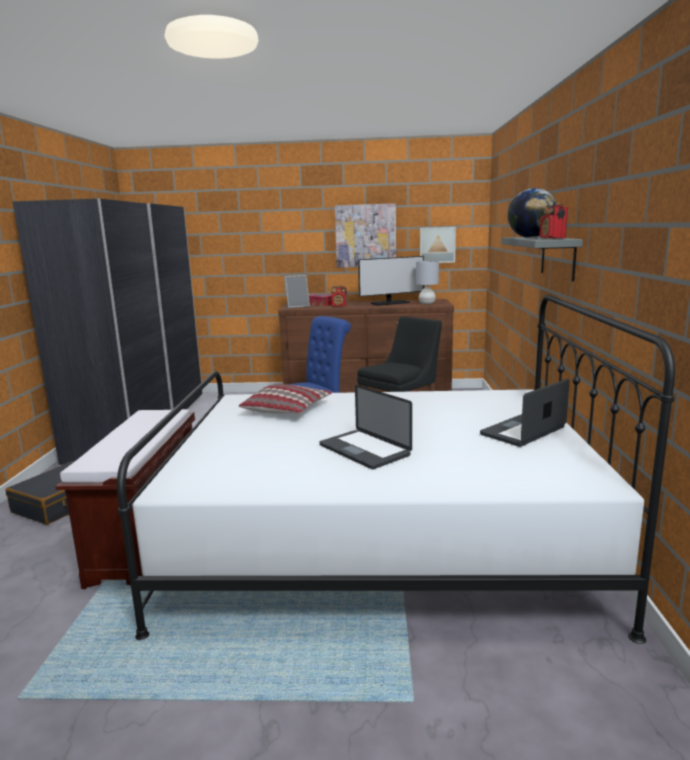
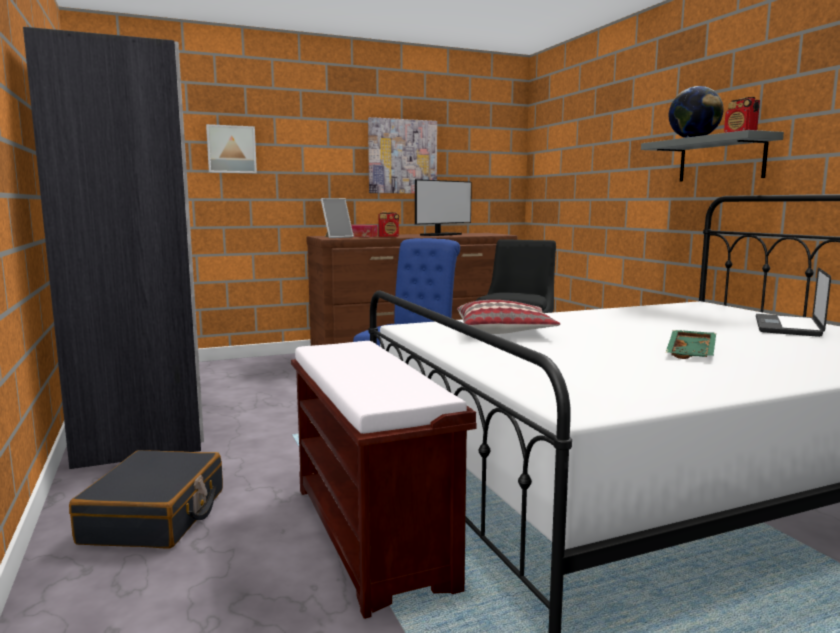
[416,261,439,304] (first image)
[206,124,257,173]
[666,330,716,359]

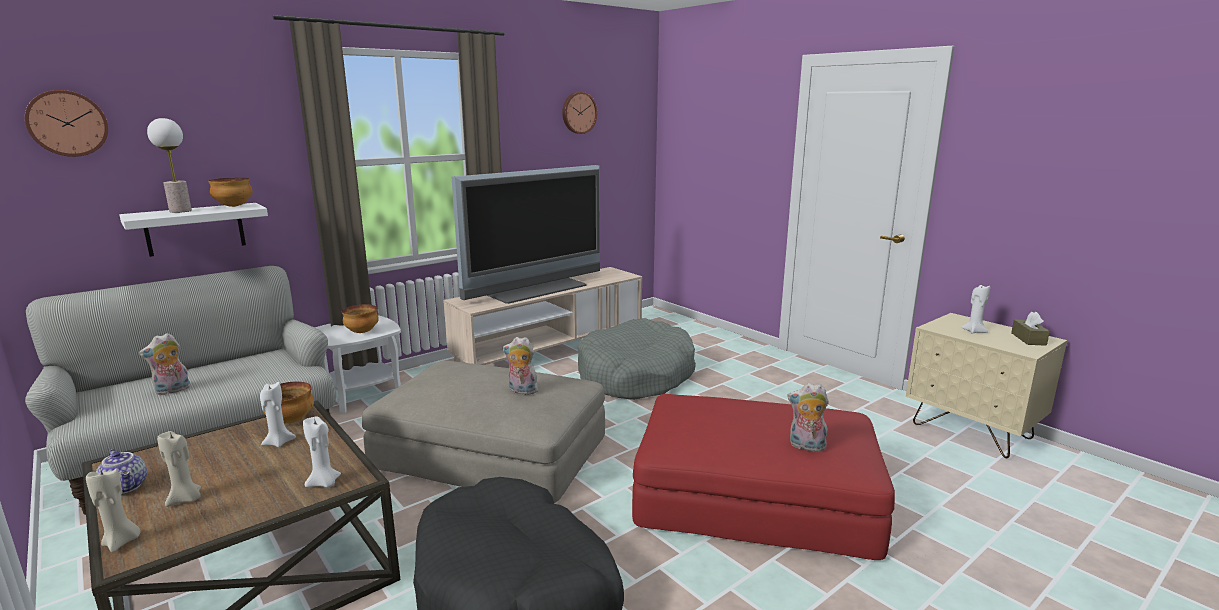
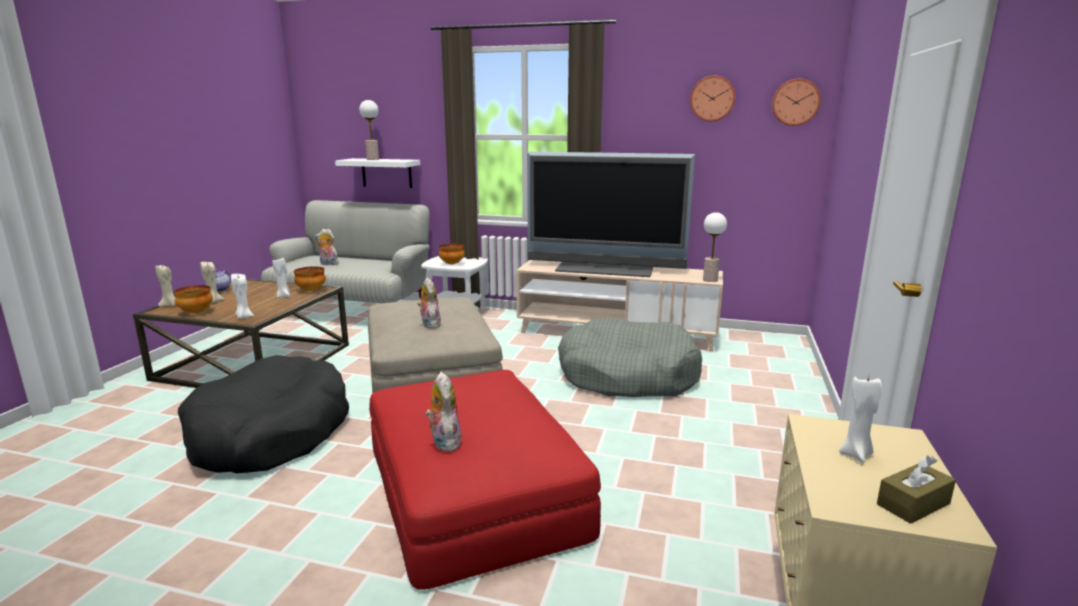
[703,212,727,282]
[772,79,821,126]
[173,285,213,313]

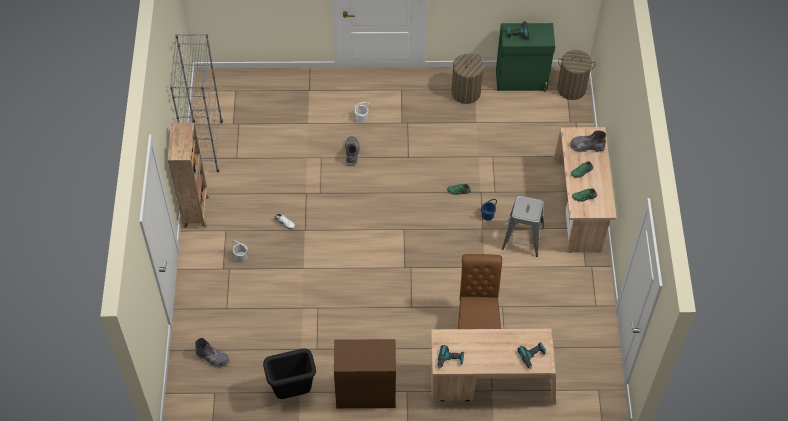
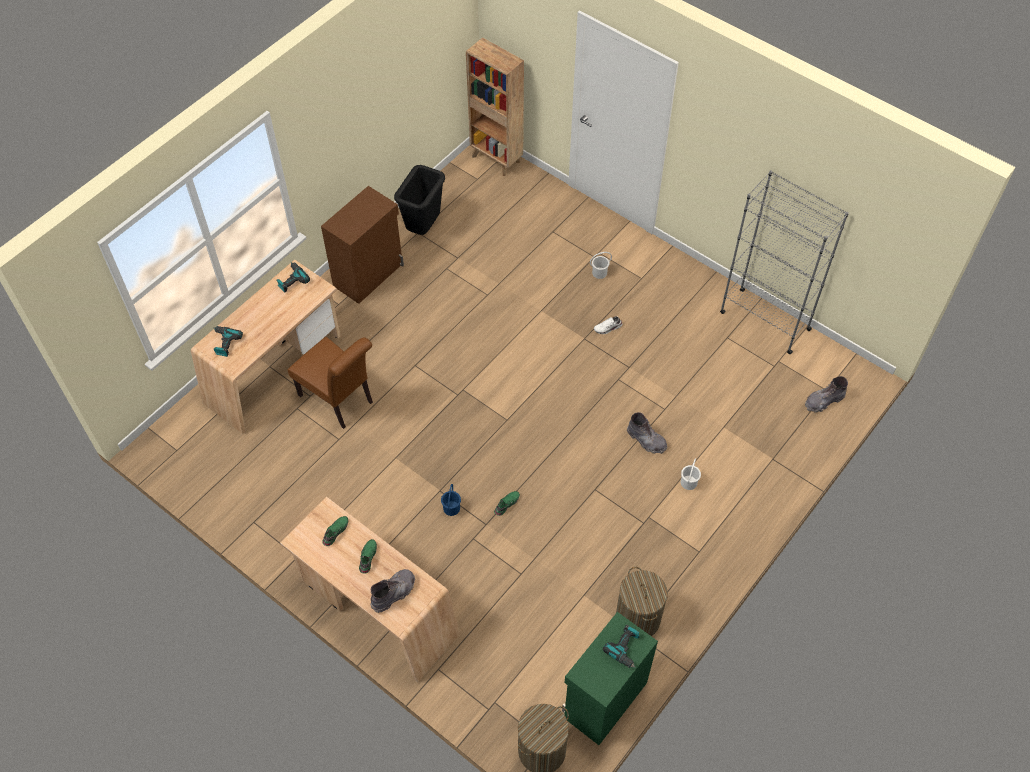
[502,196,544,257] (first image)
[466,37,524,176]
[805,376,848,413]

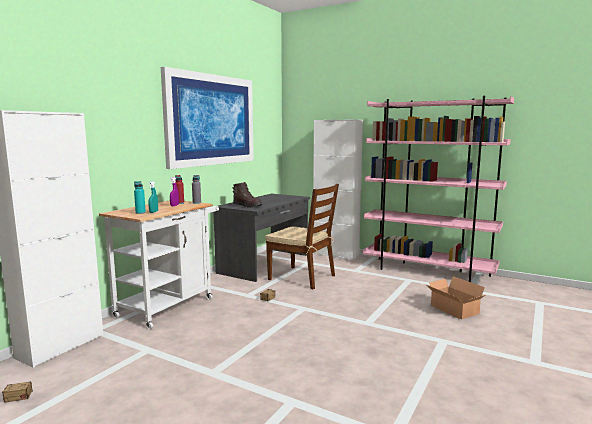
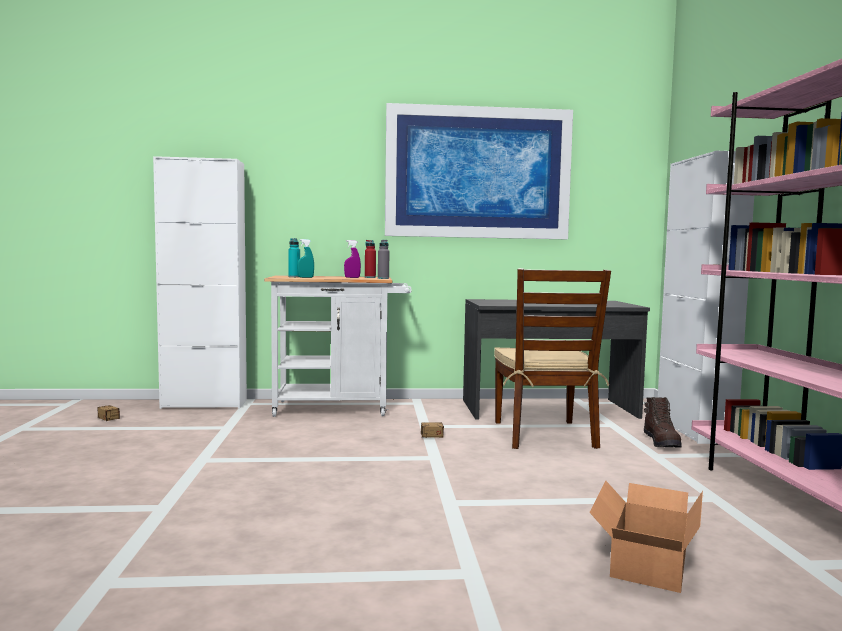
[644,397,682,447]

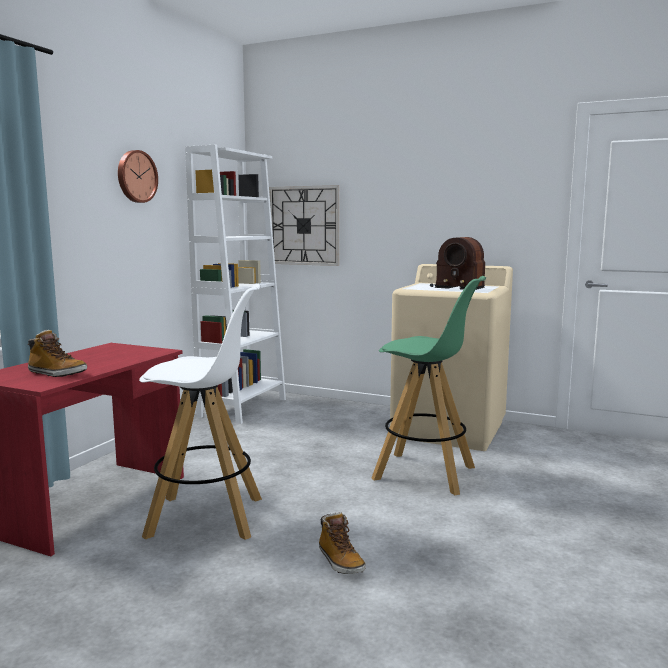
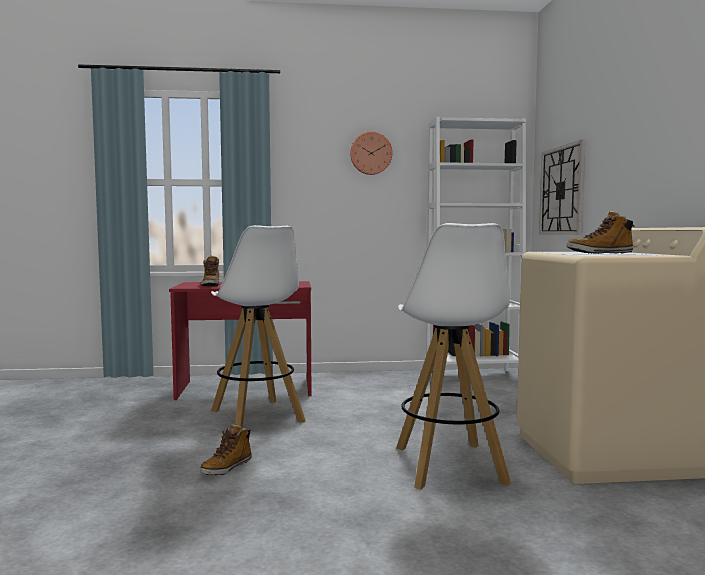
[566,211,635,254]
[396,223,511,490]

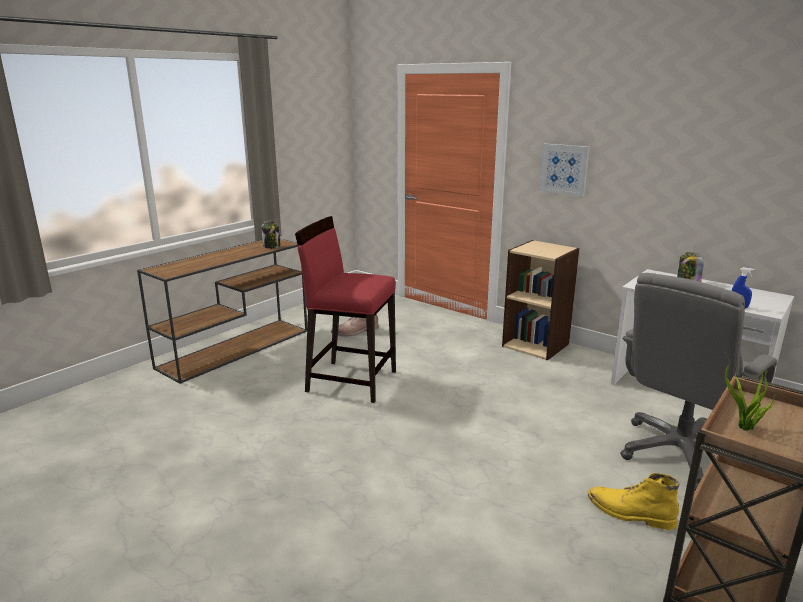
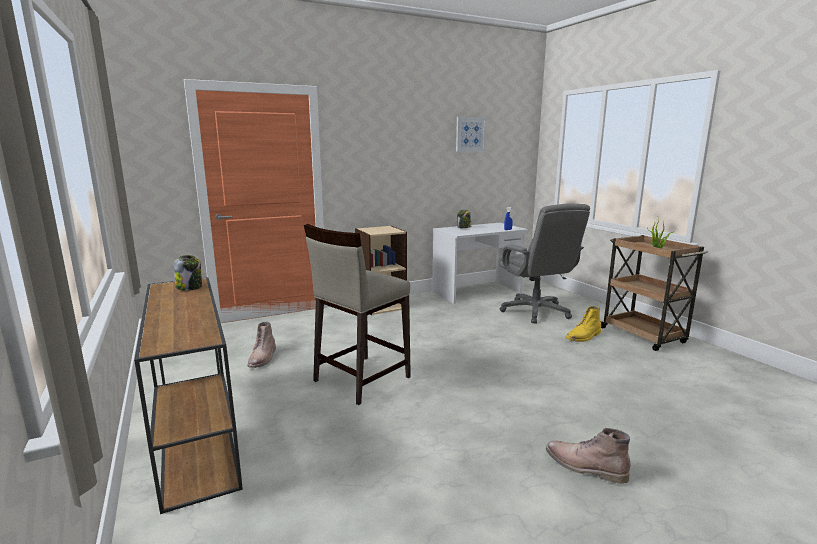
[546,428,630,484]
[456,117,486,152]
[304,224,411,405]

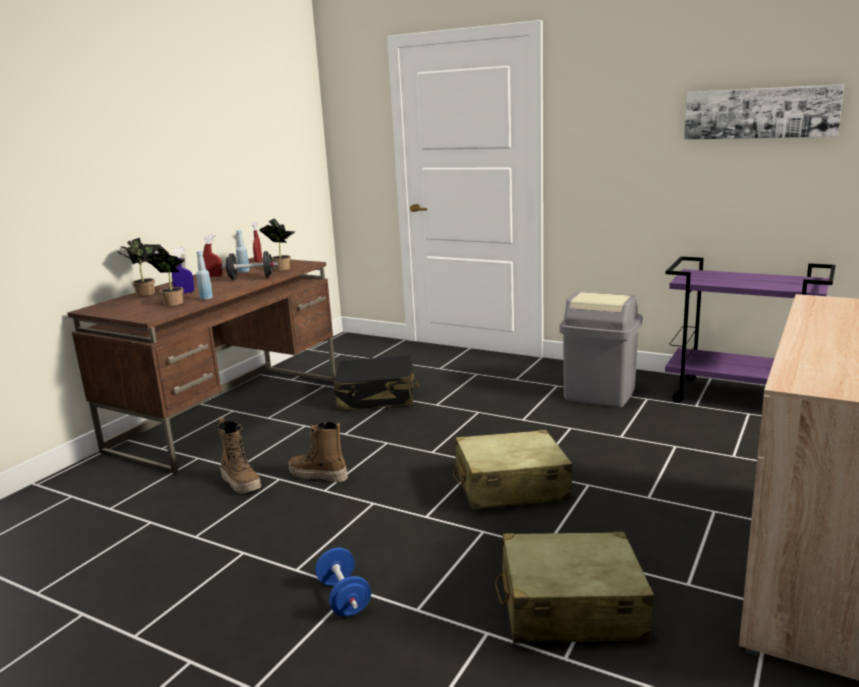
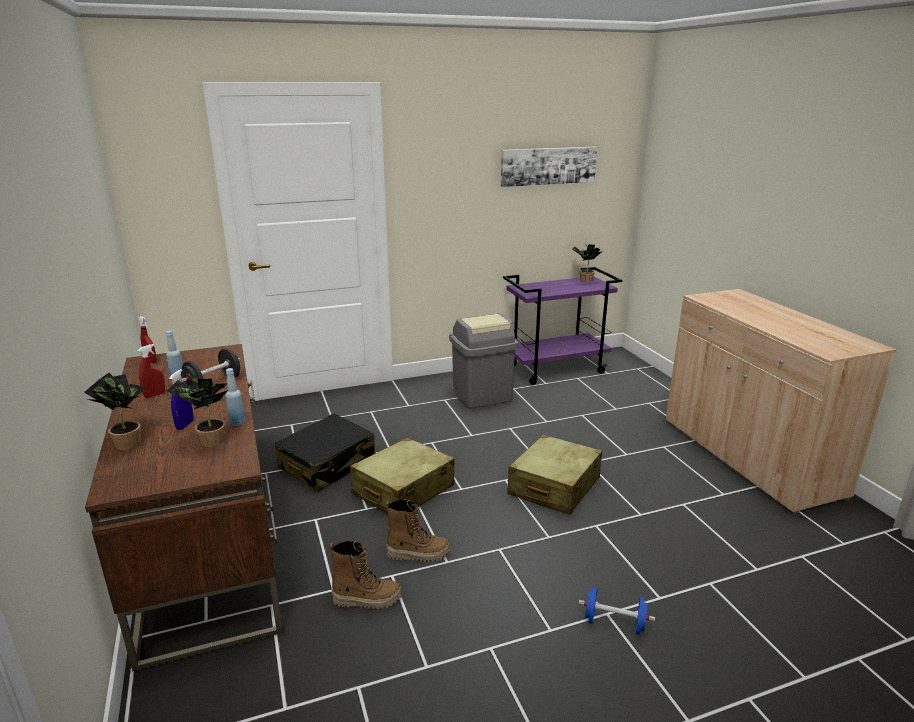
[572,244,601,282]
[350,437,455,514]
[386,499,450,562]

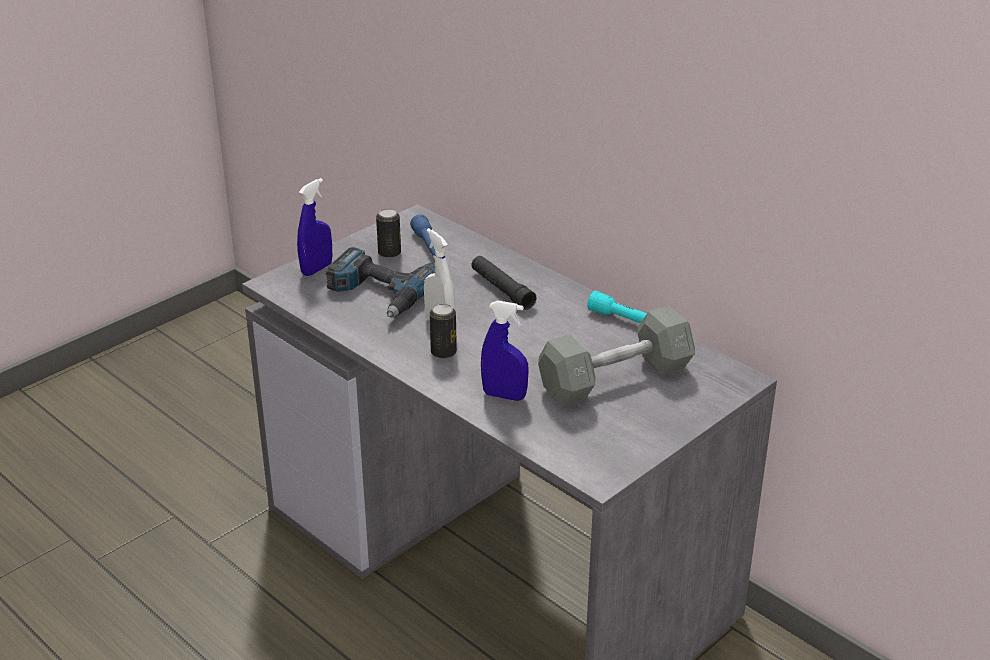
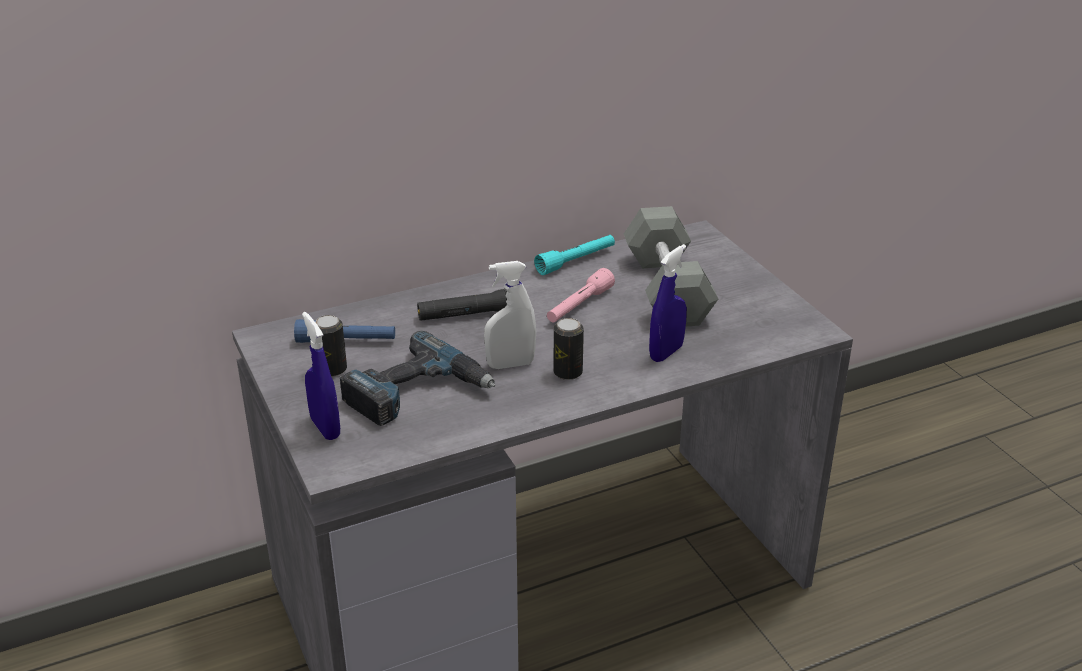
[547,268,615,322]

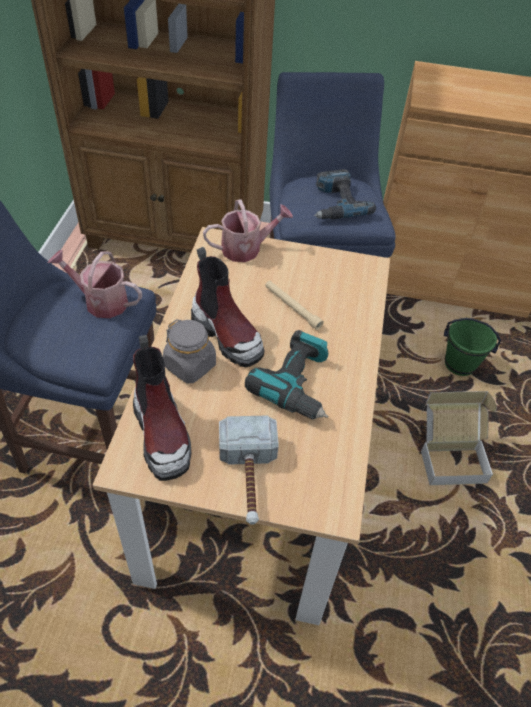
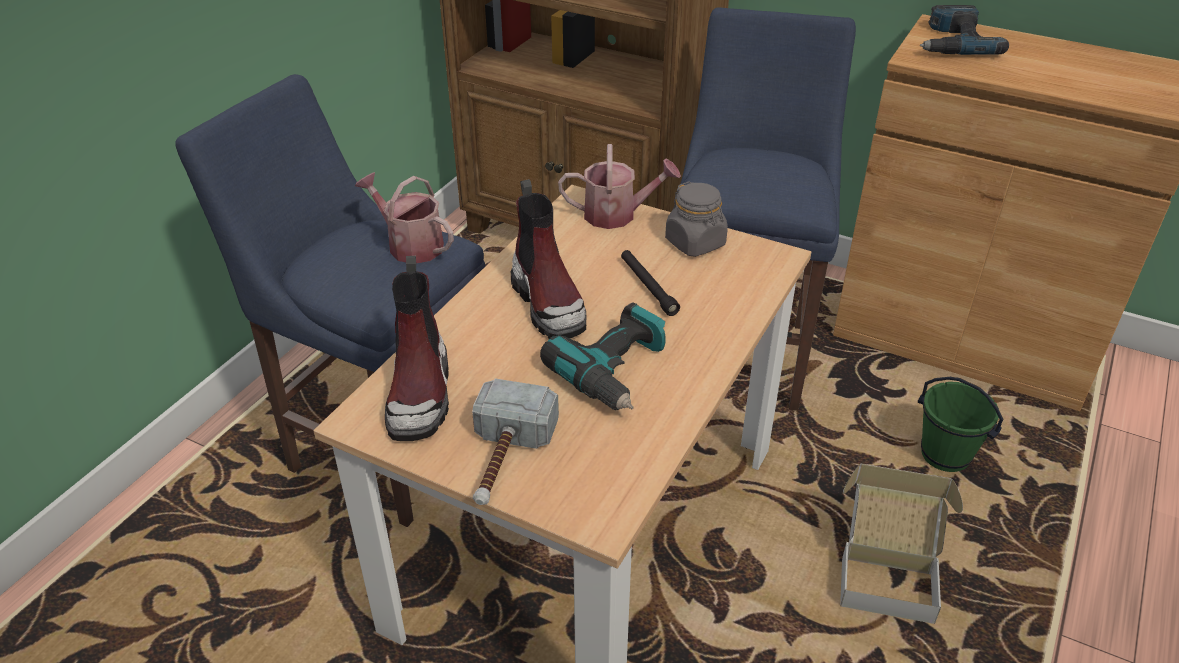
[665,181,728,257]
[920,5,1009,55]
[621,250,680,316]

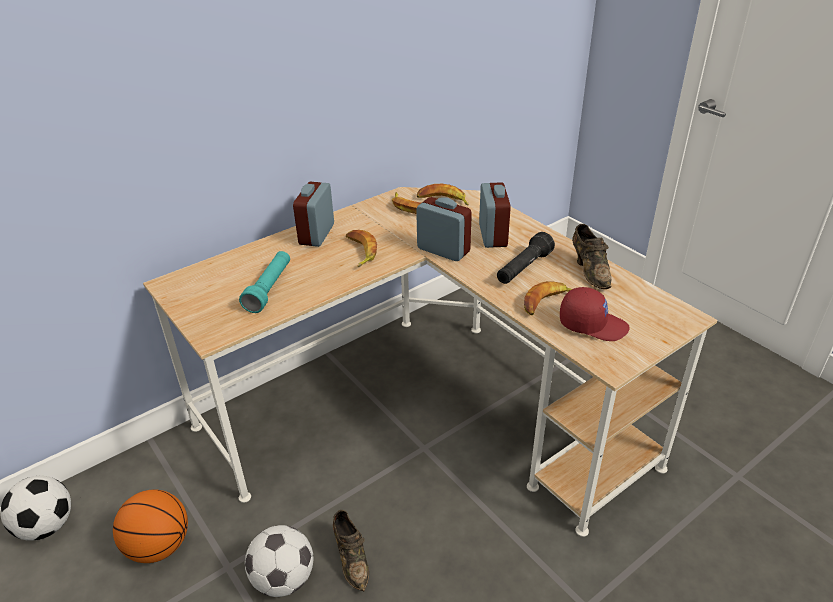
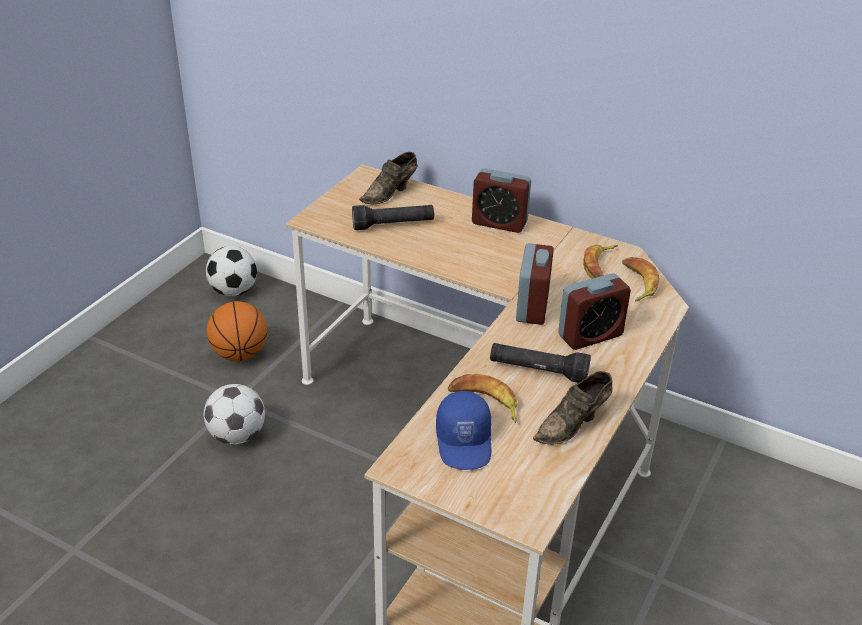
[346,230,377,267] (first image)
[359,152,417,204]
[352,205,434,230]
[436,391,491,470]
[472,168,531,233]

